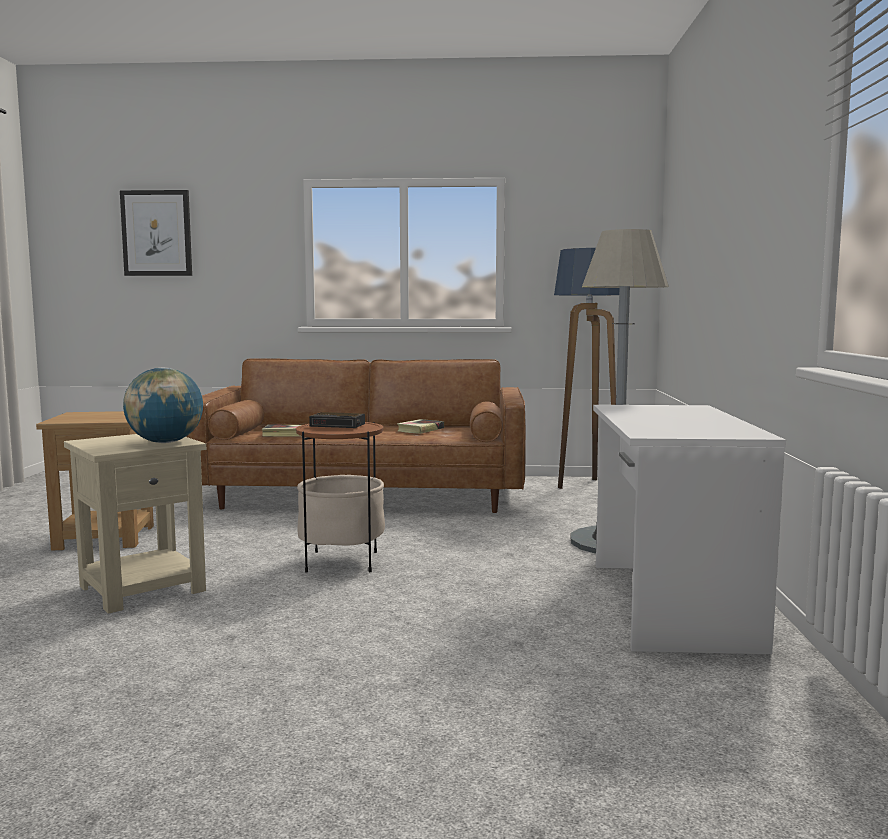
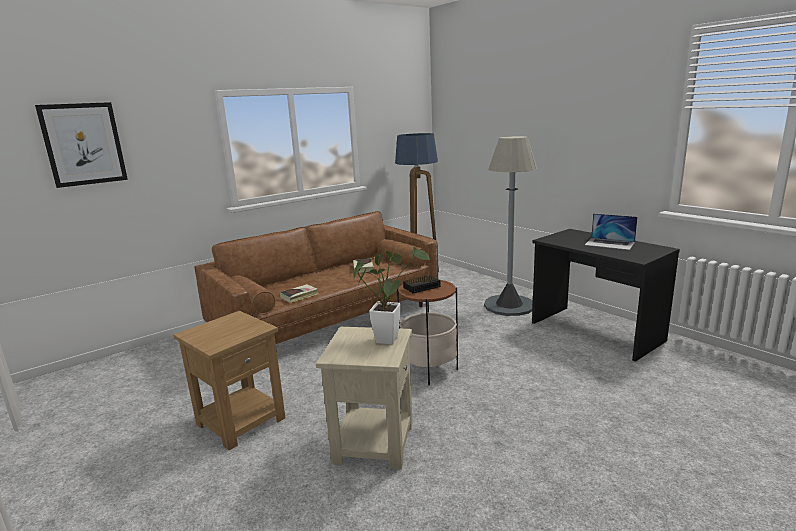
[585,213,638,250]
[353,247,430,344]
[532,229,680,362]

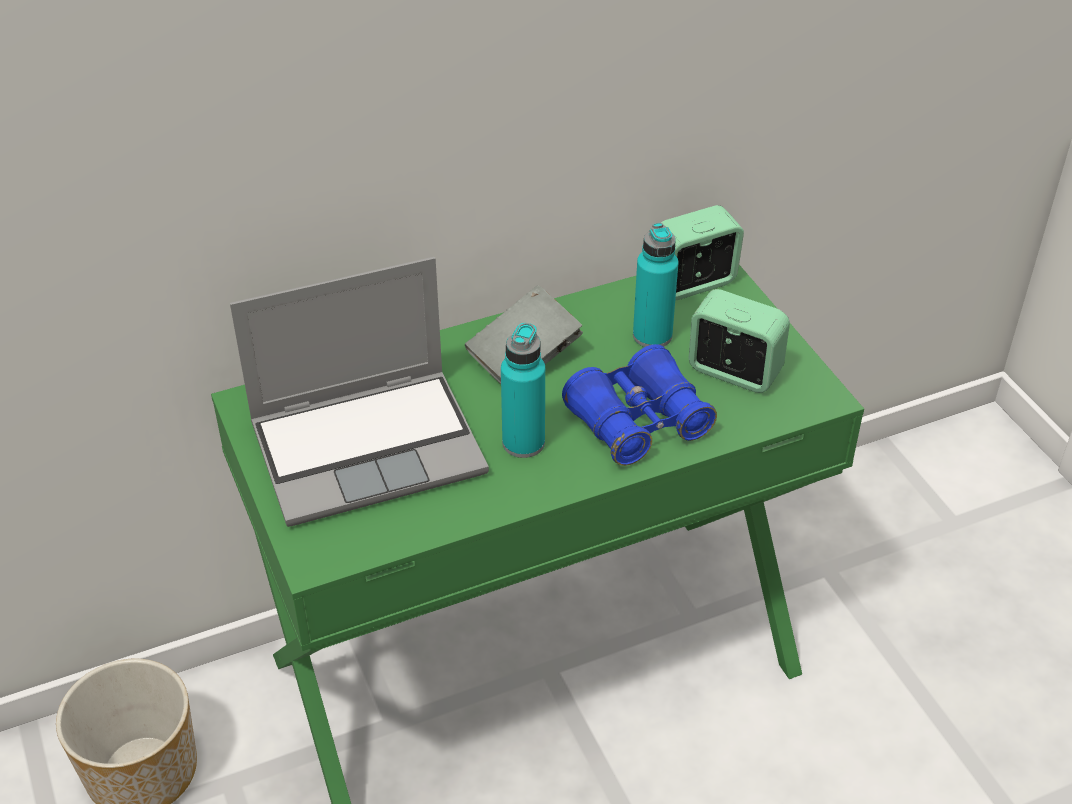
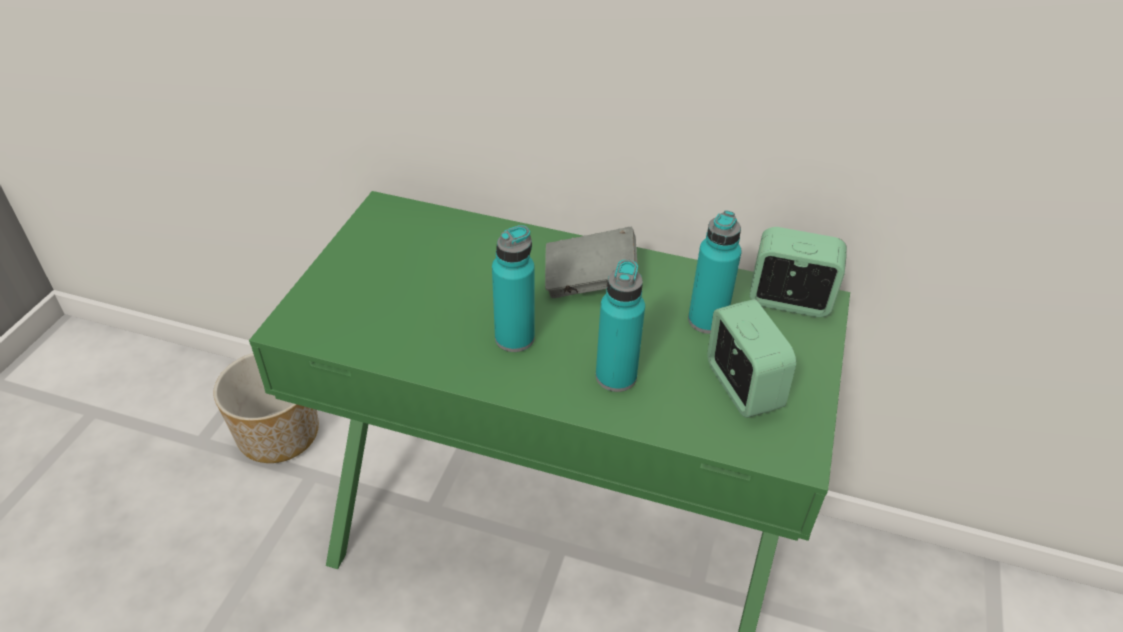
[230,257,489,527] (first image)
[596,260,645,392]

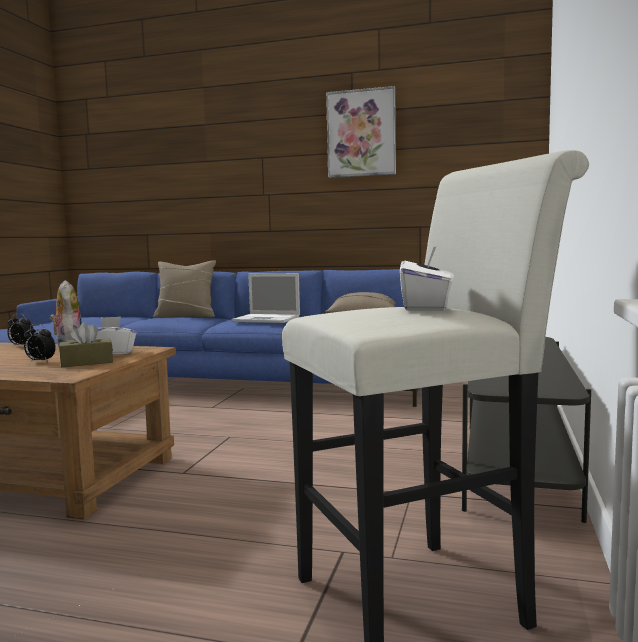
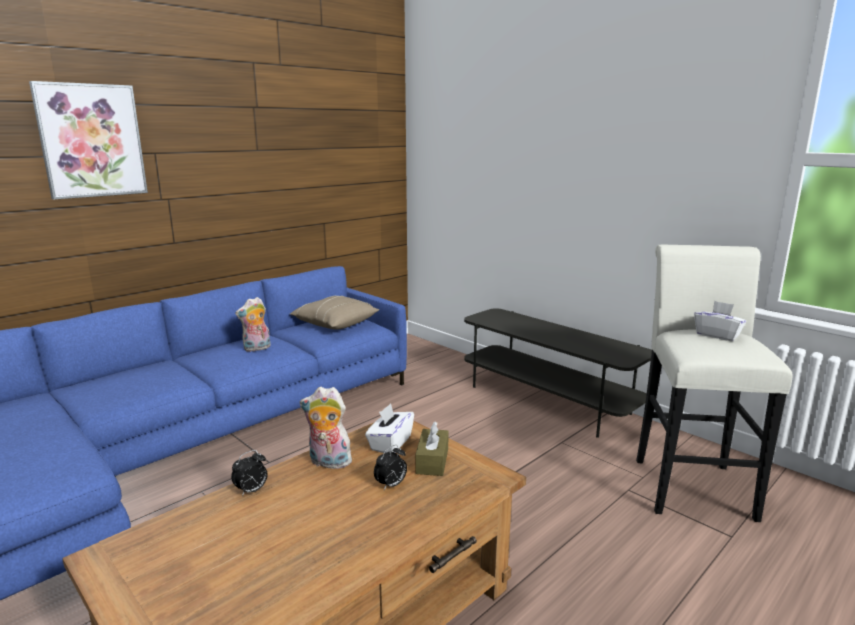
[153,260,216,318] (first image)
[29,81,148,200]
[235,297,271,352]

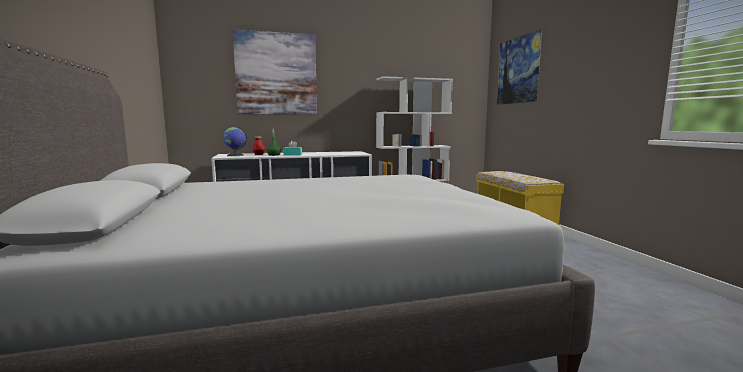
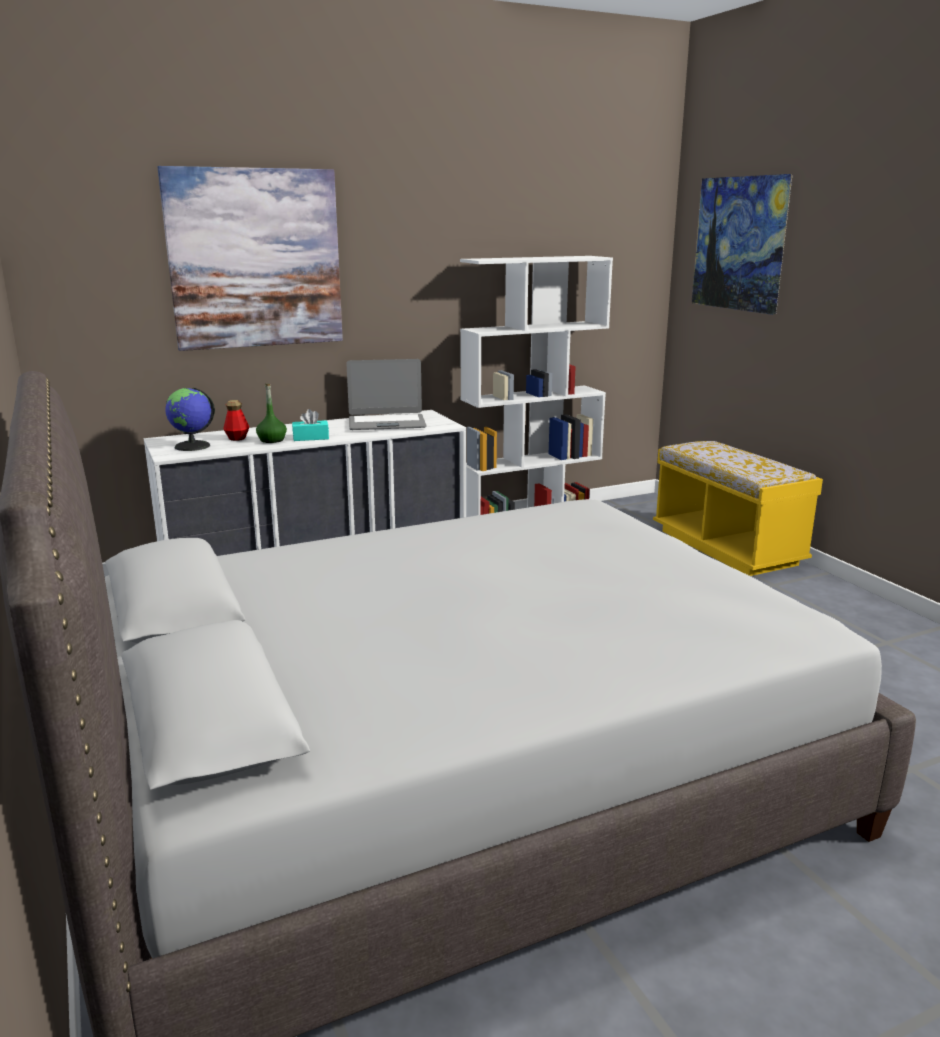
[346,359,427,430]

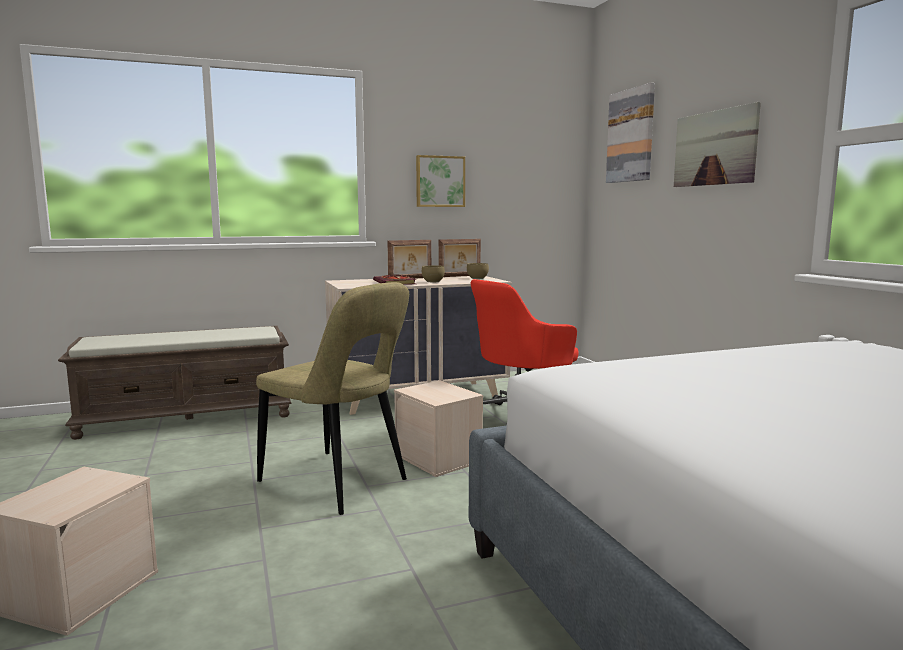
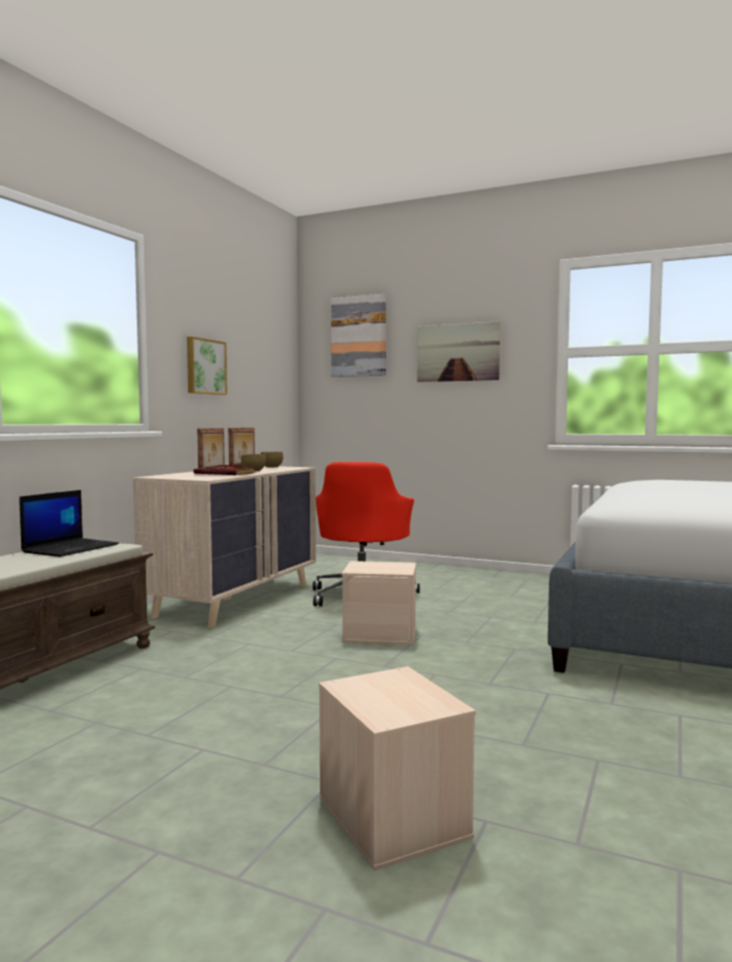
[256,282,409,515] (first image)
[19,490,119,557]

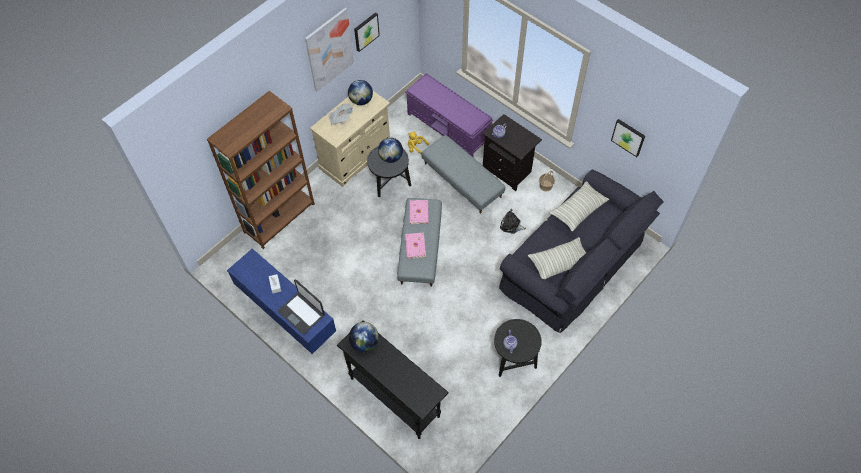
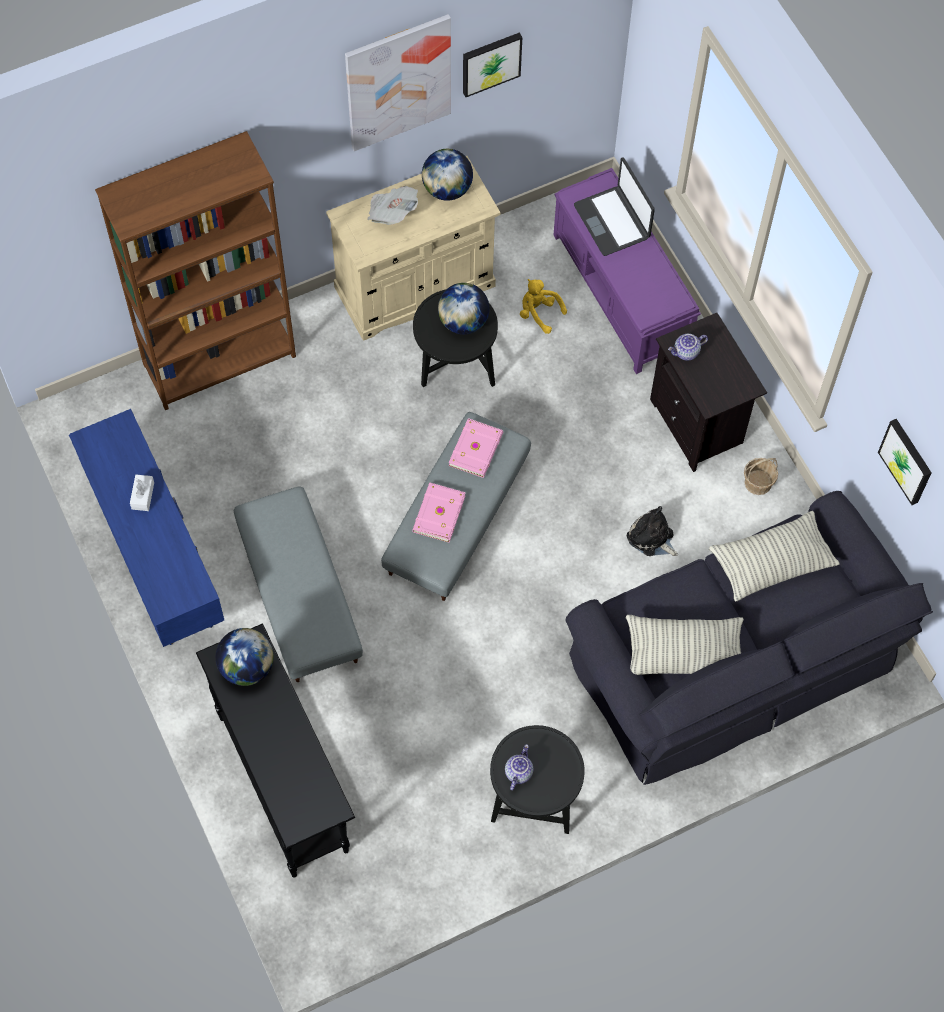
[574,158,655,256]
[234,486,363,682]

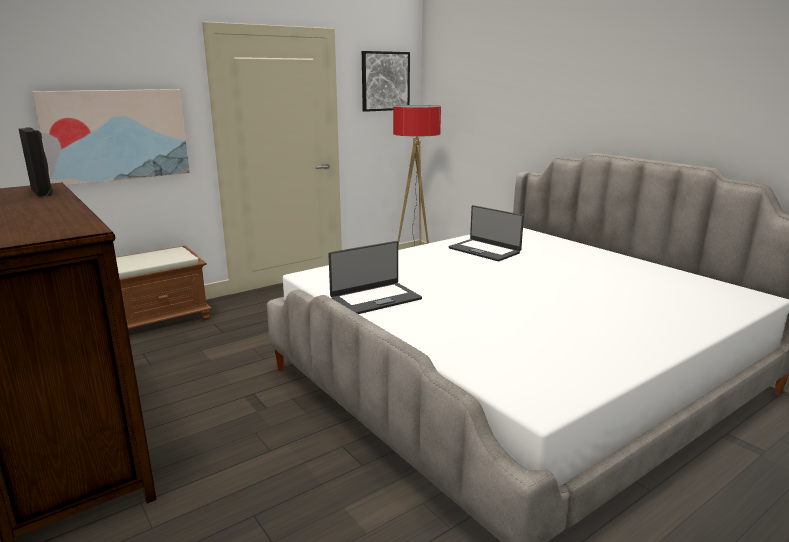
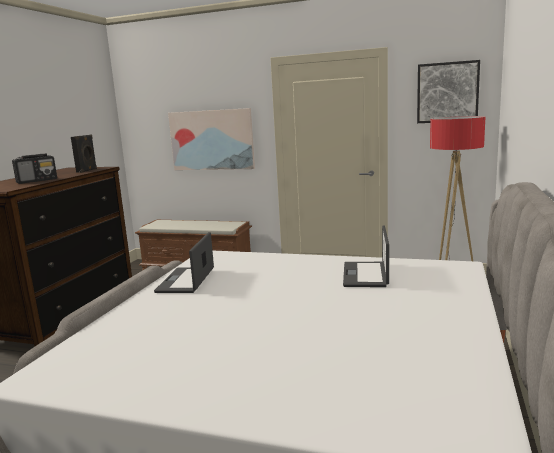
[12,154,57,184]
[154,232,214,293]

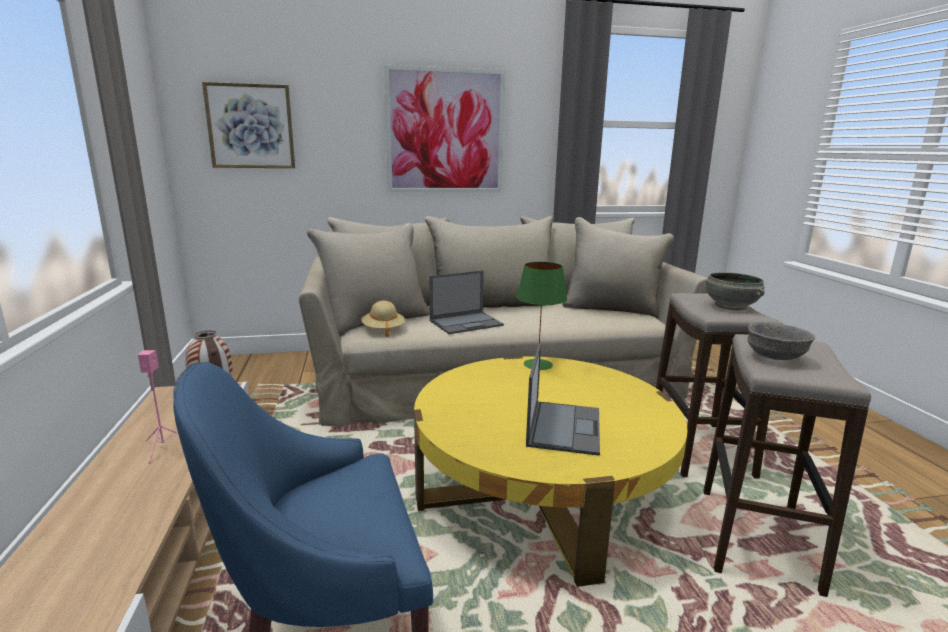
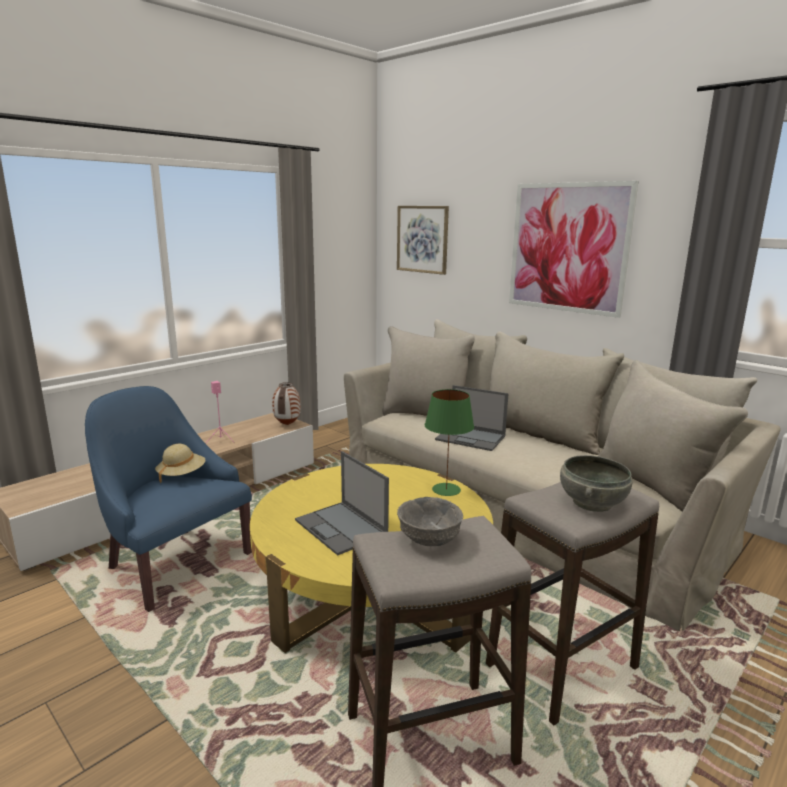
[155,444,206,483]
[295,451,389,556]

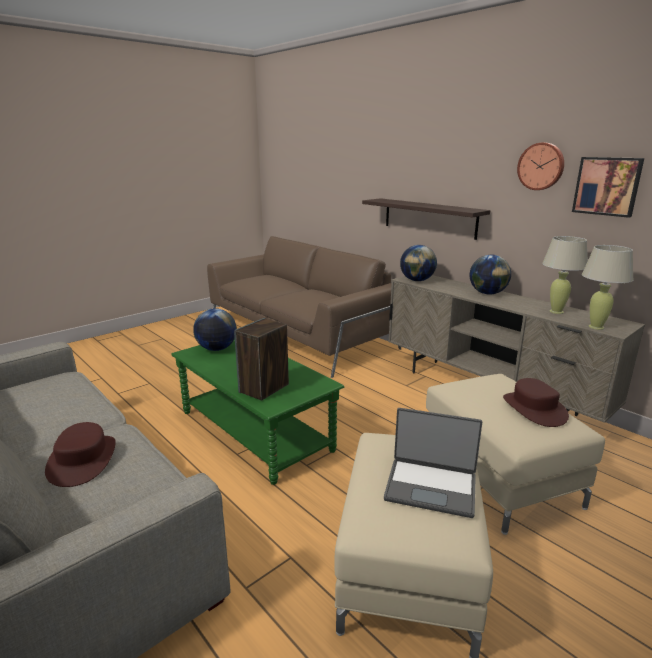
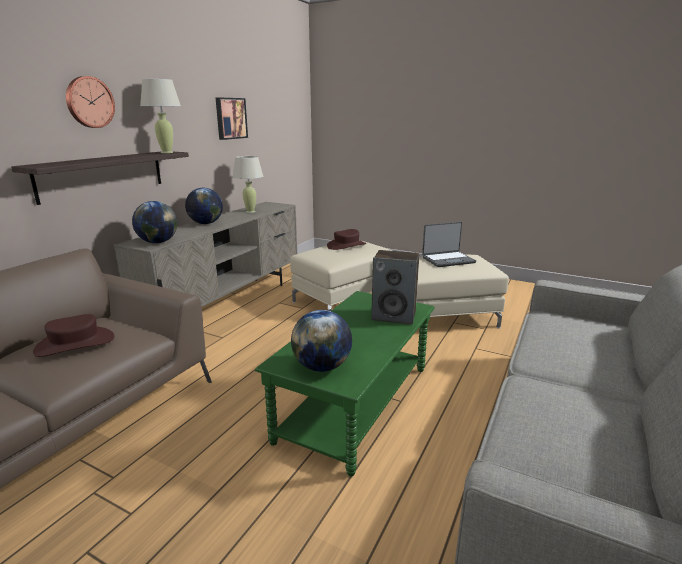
[33,314,114,357]
[66,76,115,128]
[140,79,181,153]
[422,222,476,267]

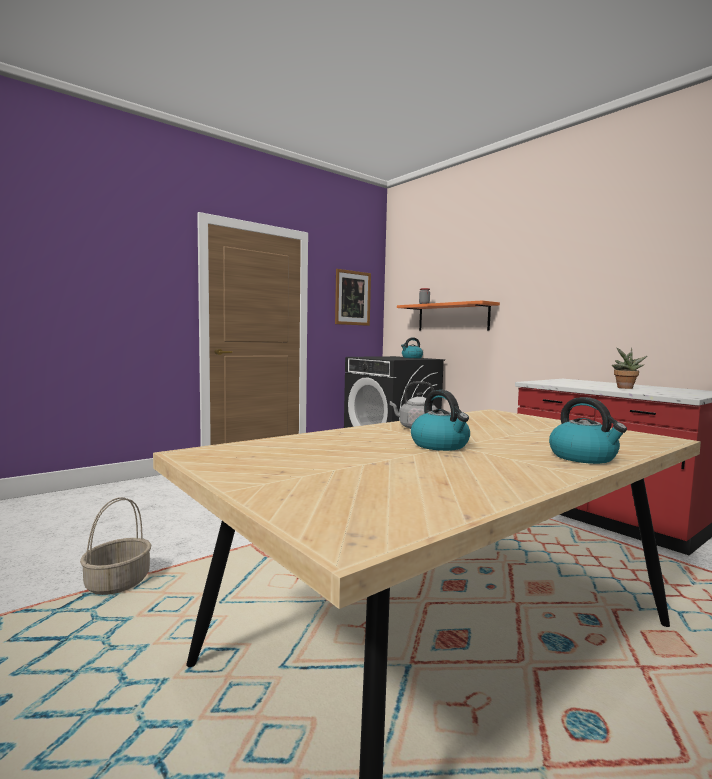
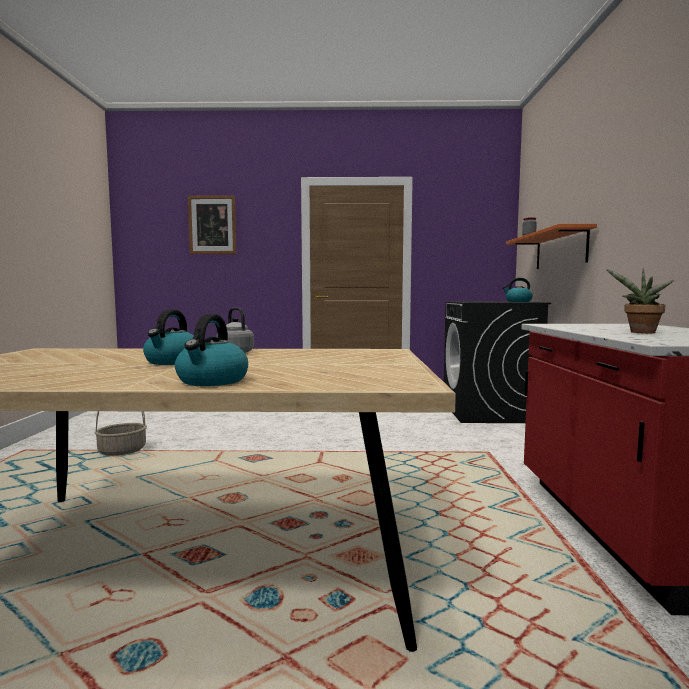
[188,196,236,254]

